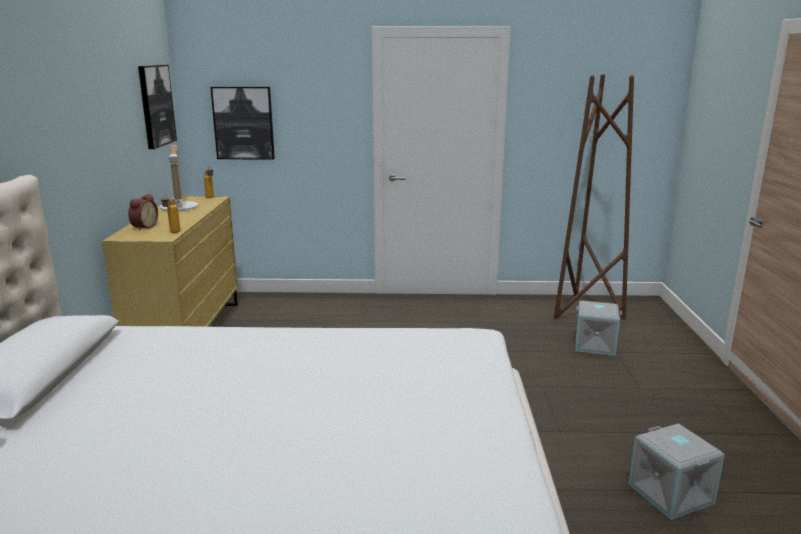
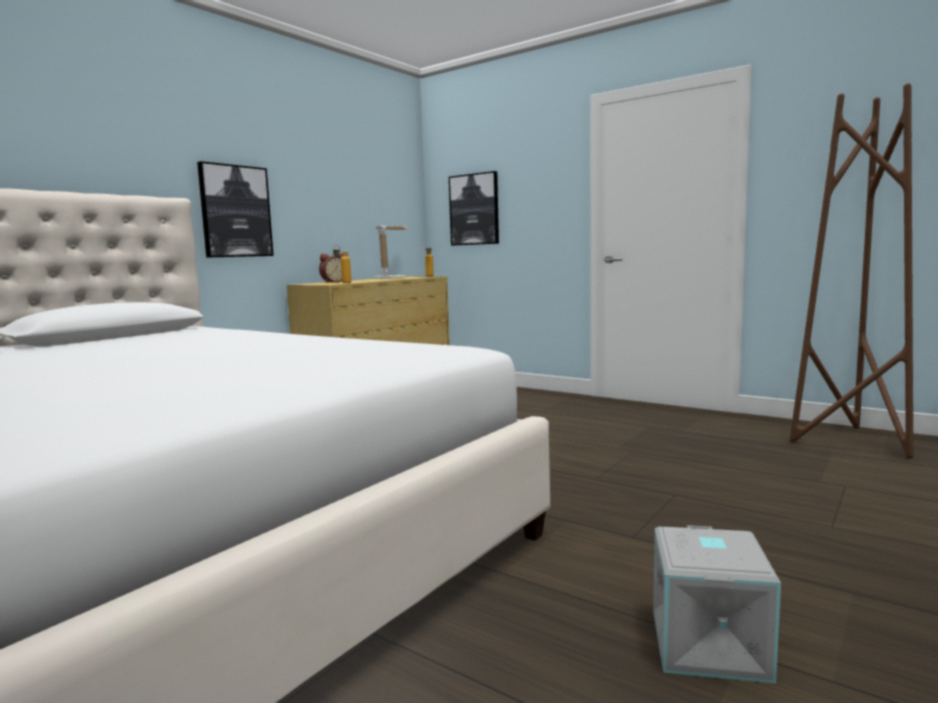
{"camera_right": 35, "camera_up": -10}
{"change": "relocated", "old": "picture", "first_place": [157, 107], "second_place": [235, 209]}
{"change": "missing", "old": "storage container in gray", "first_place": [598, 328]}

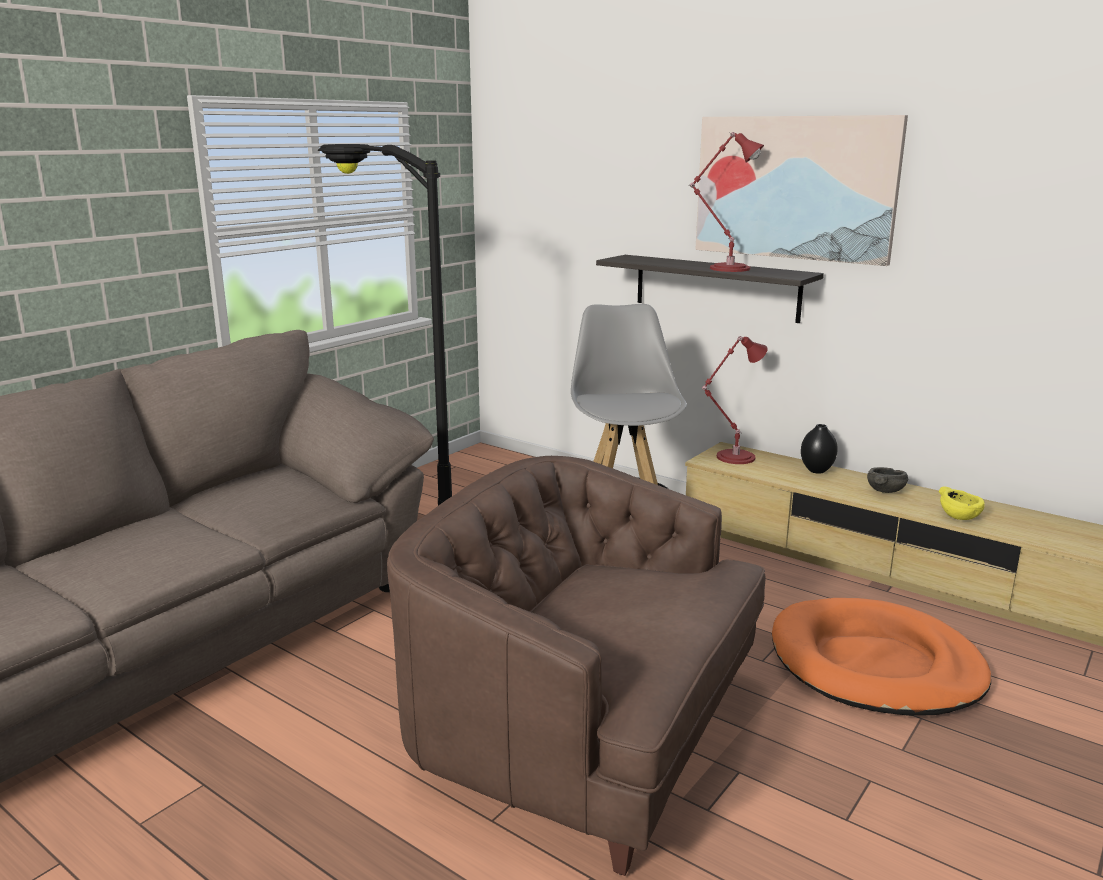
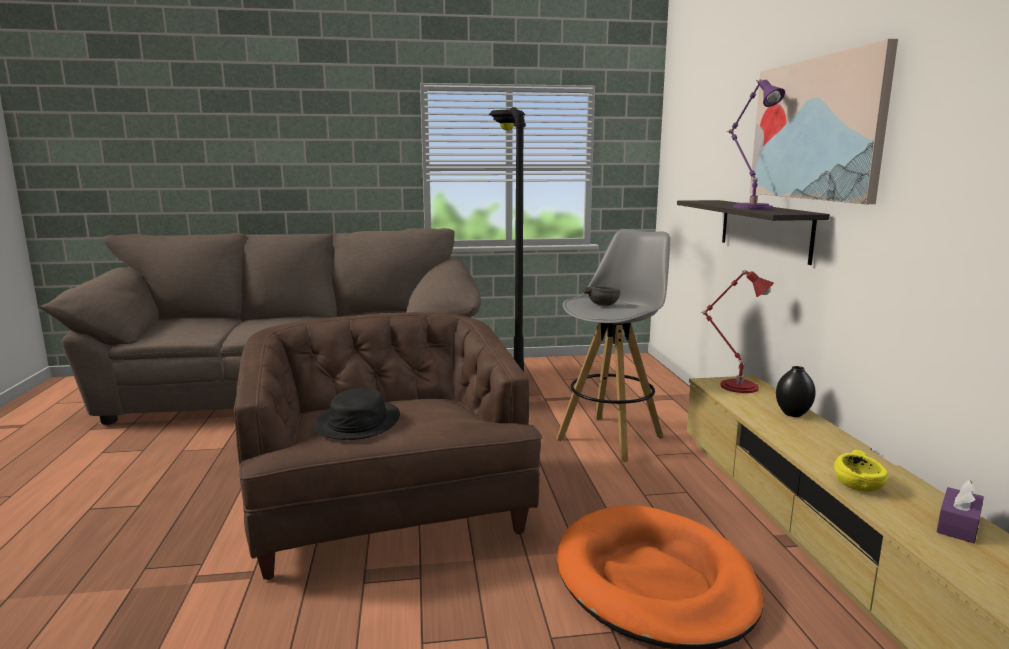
{"camera_right": 45, "camera_up": -5}
{"change": "colour", "old": "table lamp in reddish", "new": "table lamp in purple", "first_place": [727, 202], "second_place": [756, 144]}
{"change": "relocated", "old": "bowl in gray", "first_place": [887, 480], "second_place": [601, 296]}
{"change": "appeared", "new": "hat in blackish", "second_place": [357, 414]}
{"change": "appeared", "new": "box of tissues in purple", "second_place": [960, 511]}

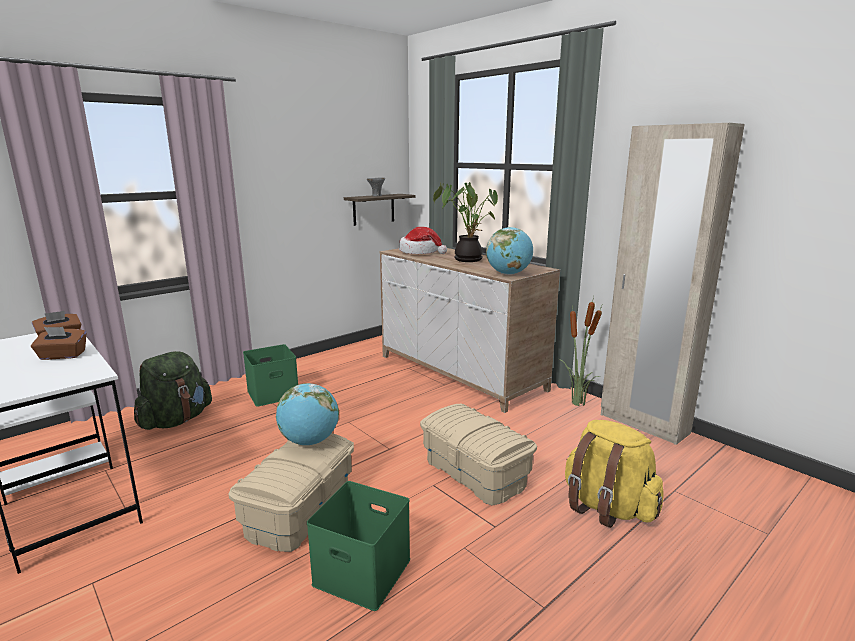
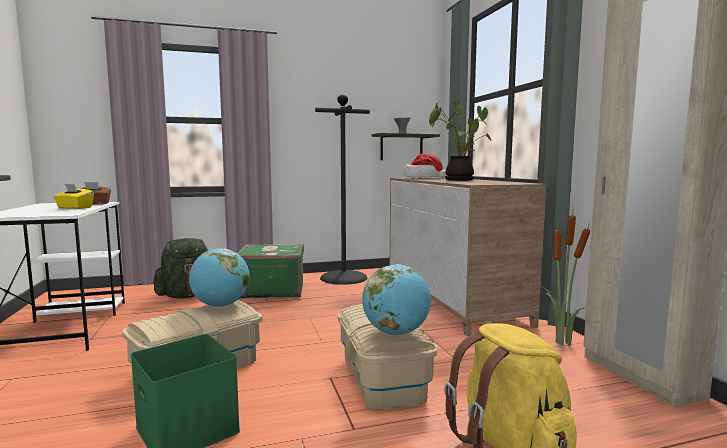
{"camera_right": 25, "camera_up": -10}
{"change": "colour", "old": "box of tissues in brown-coloured", "new": "box of tissues in yellow", "first_place": [58, 343], "second_place": [73, 196]}
{"change": "exchanged", "old": "storage container in green", "new": "piece of luggage in green", "first_place": [270, 375], "second_place": [270, 271]}
{"change": "relocated", "old": "globe", "first_place": [509, 251], "second_place": [396, 299]}
{"change": "appeared", "new": "garment stand in blackish", "second_place": [342, 190]}

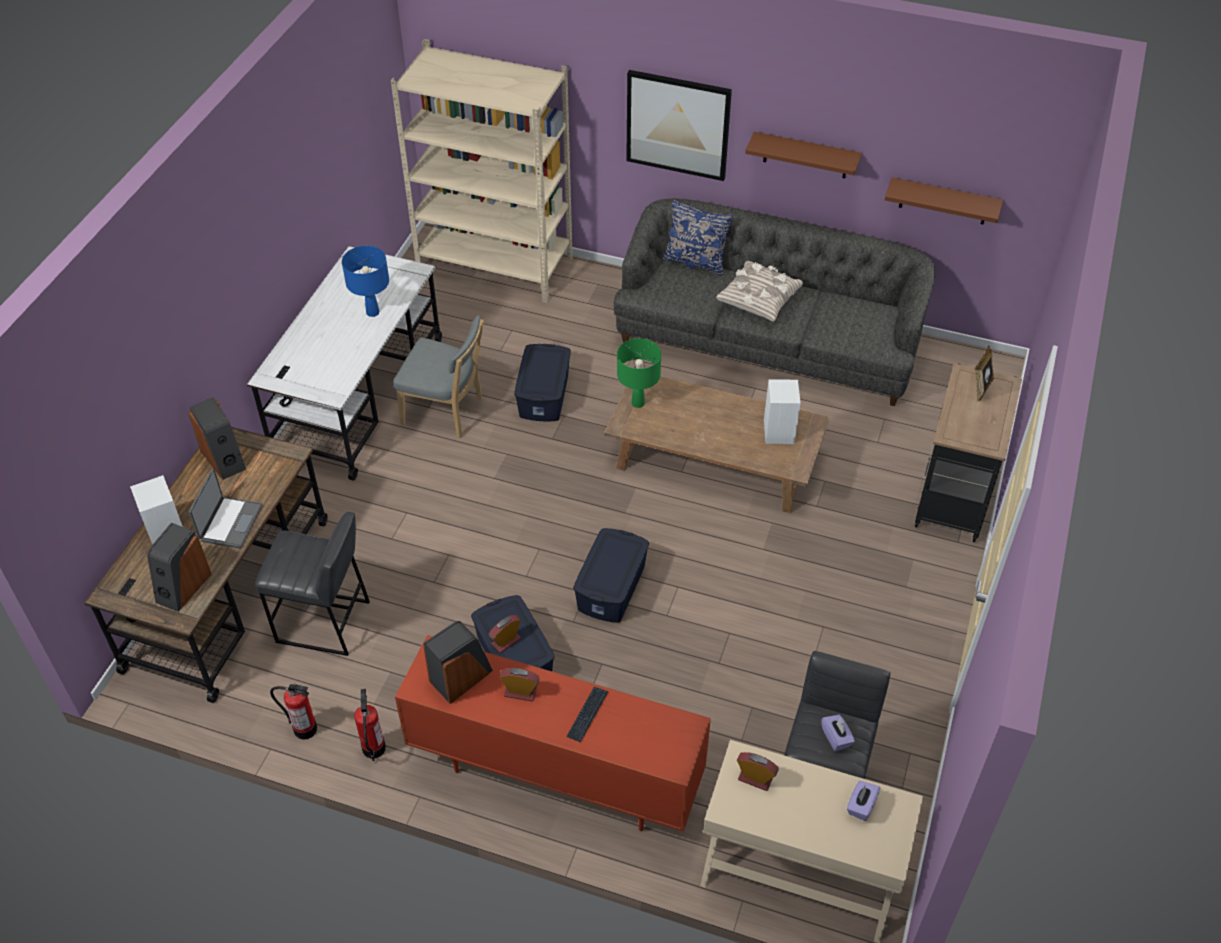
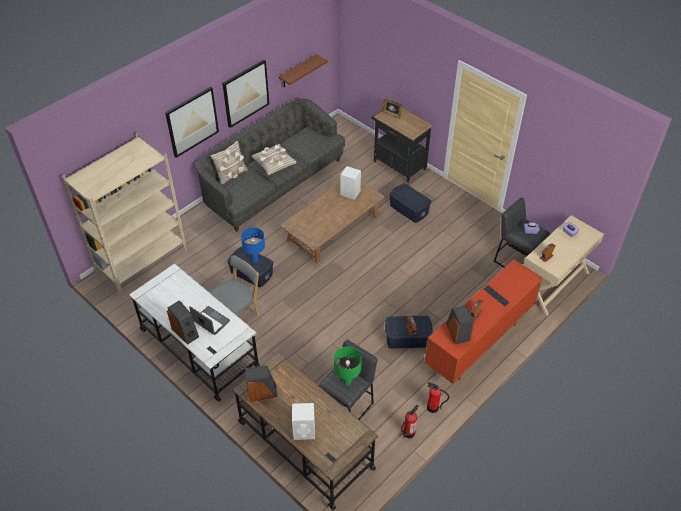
{"camera_right": -65, "camera_up": 0}
{"change": "relocated", "old": "audio speaker", "first_place": [179, 567], "second_place": [183, 322]}
{"change": "relocated", "old": "portable computer", "first_place": [225, 508], "second_place": [209, 320]}
{"change": "relocated", "old": "table lamp in blue", "first_place": [365, 281], "second_place": [253, 245]}
{"change": "relocated", "old": "storage container in blue", "first_place": [611, 575], "second_place": [410, 203]}
{"change": "relocated", "old": "table lamp in green", "first_place": [639, 373], "second_place": [348, 366]}
{"change": "colour", "old": "pillow in blue", "new": "pillow in sand-coloured", "first_place": [698, 238], "second_place": [229, 162]}
{"change": "exchanged", "old": "shelf in brown-coloured", "new": "picture", "first_place": [803, 155], "second_place": [245, 94]}

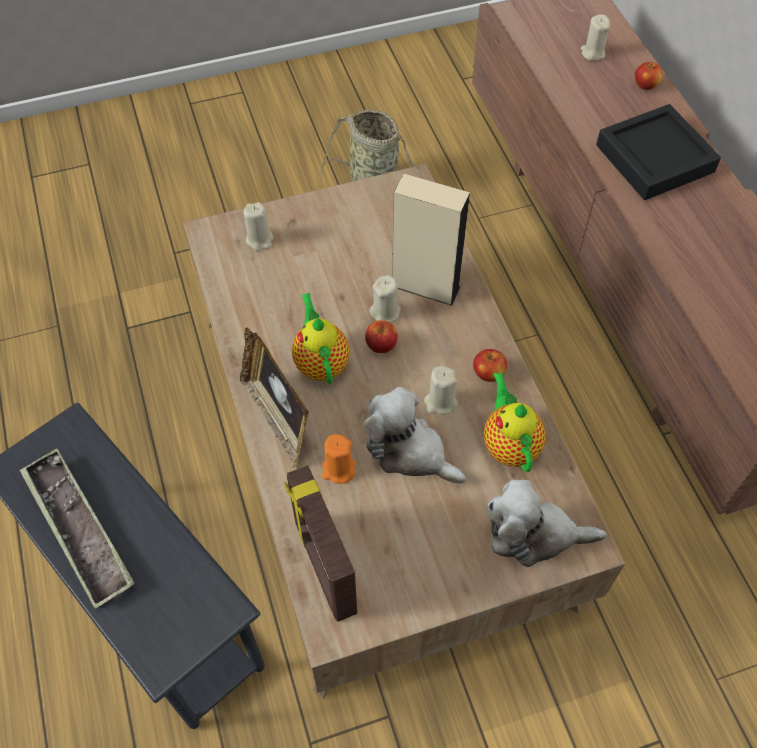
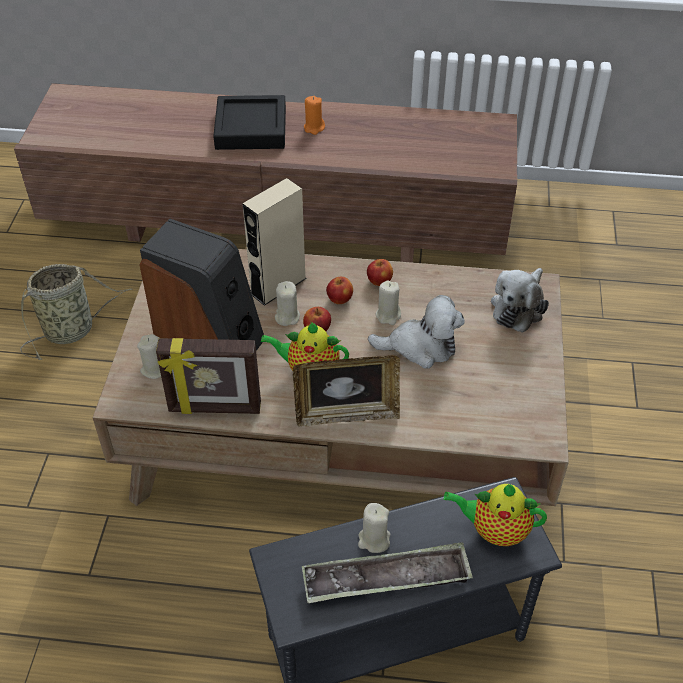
{"camera_right": -65, "camera_up": -10}
{"change": "relocated", "old": "picture frame", "first_place": [320, 543], "second_place": [208, 376]}
{"change": "relocated", "old": "candle in orange-coloured", "first_place": [339, 459], "second_place": [314, 115]}
{"change": "spun", "old": "plush toy", "first_place": [415, 435], "second_place": [416, 332], "degrees": -150}
{"change": "relocated", "old": "pot for tea", "first_place": [515, 422], "second_place": [495, 515]}
{"change": "relocated", "old": "candle in sand-coloured", "first_place": [595, 37], "second_place": [374, 528]}
{"change": "relocated", "old": "apple fruit", "first_place": [649, 76], "second_place": [339, 290]}
{"change": "appeared", "new": "audio speaker", "second_place": [202, 285]}

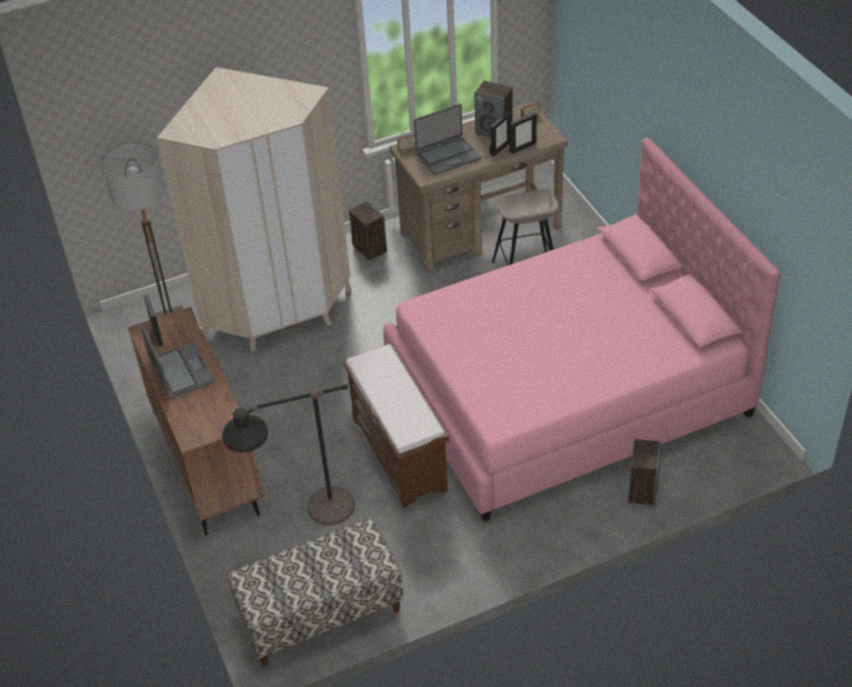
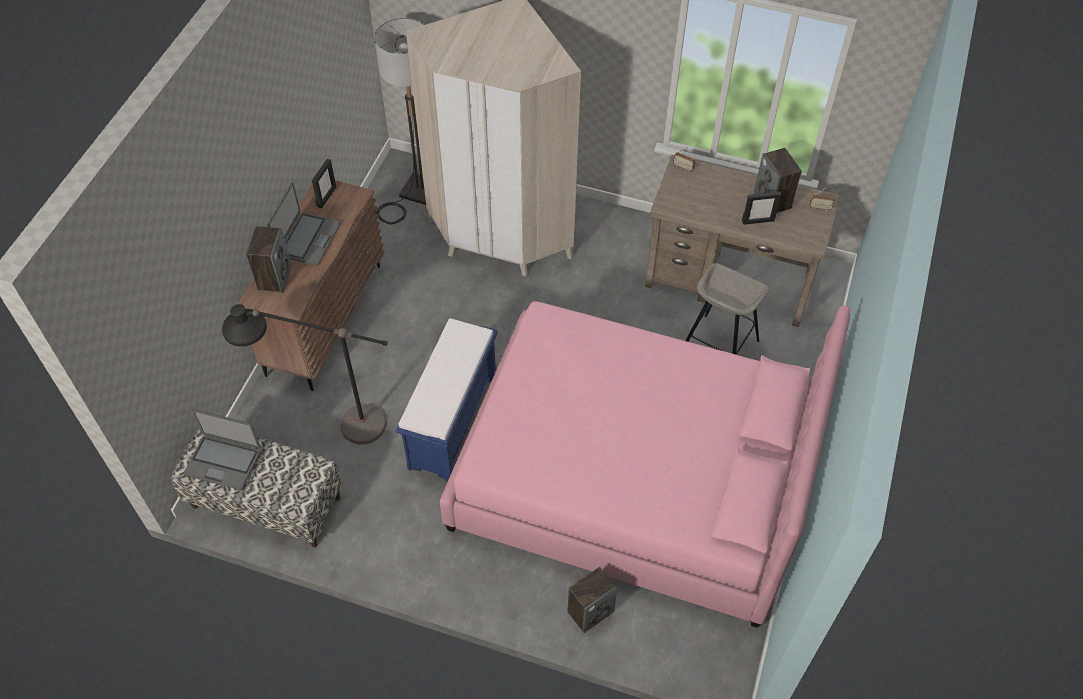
{"camera_right": 40, "camera_up": 10}
{"change": "colour", "old": "long seat in brown-coloured", "new": "long seat in blue", "first_place": [396, 425], "second_place": [446, 400]}
{"change": "relocated", "old": "audio speaker", "first_place": [368, 231], "second_place": [269, 259]}
{"change": "relocated", "old": "portable computer", "first_place": [447, 139], "second_place": [222, 449]}
{"change": "missing", "old": "picture frame", "first_place": [523, 133]}

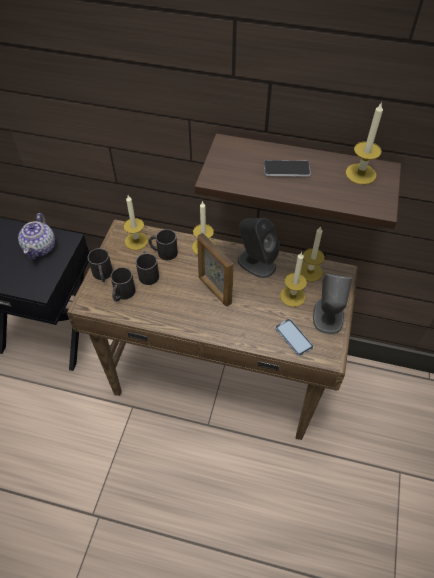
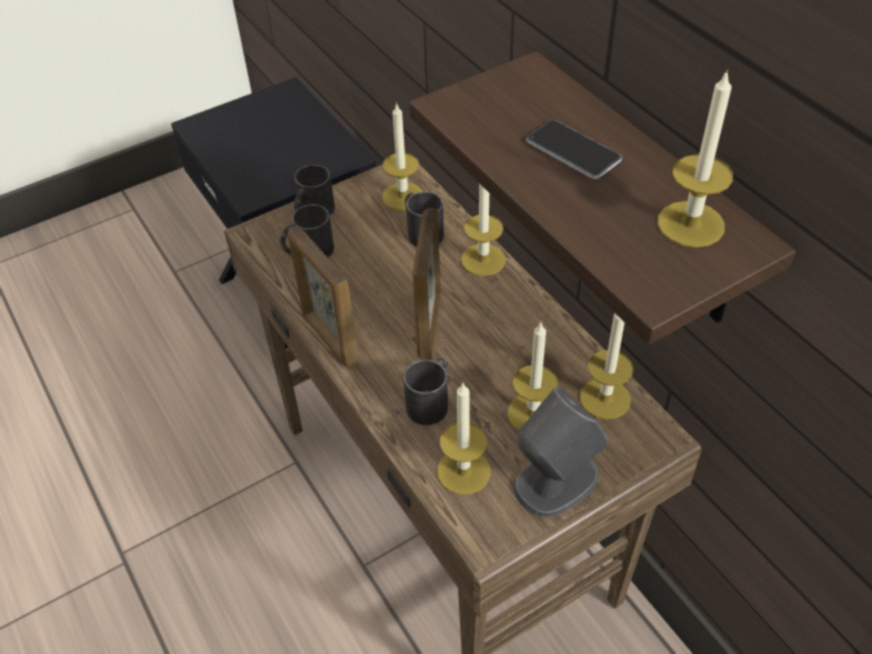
{"camera_right": 45, "camera_up": -5}
{"change": "missing", "old": "pot for tea", "first_place": [36, 236]}
{"change": "relocated", "old": "tea mug in blackish", "first_place": [147, 268], "second_place": [425, 391]}
{"change": "missing", "old": "audio speaker in gray", "first_place": [258, 248]}
{"change": "exchanged", "old": "phone", "new": "candle", "first_place": [294, 337], "second_place": [464, 439]}
{"change": "appeared", "new": "picture frame", "second_place": [323, 297]}

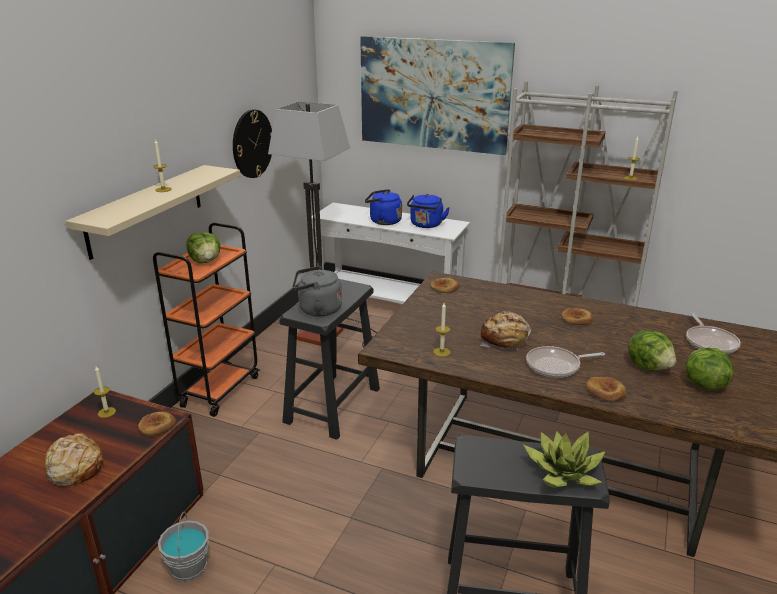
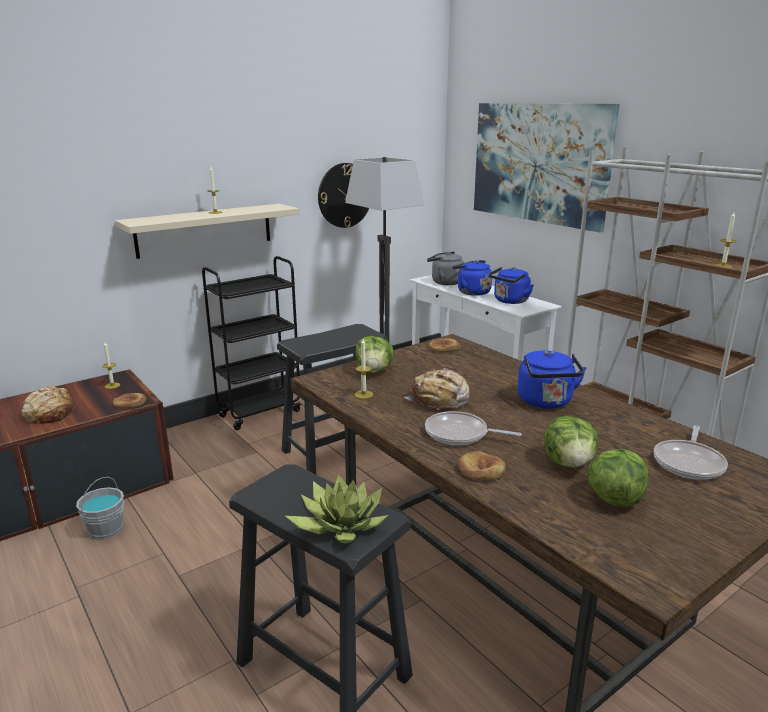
{"camera_right": 30, "camera_up": -5}
{"change": "colour", "old": "trolley in orange-coloured", "new": "trolley in blackish", "first_place": [206, 320], "second_place": [253, 343]}
{"change": "relocated", "old": "lettuce", "first_place": [204, 247], "second_place": [375, 354]}
{"change": "relocated", "old": "water kettle in gray", "first_place": [317, 291], "second_place": [445, 268]}
{"change": "exchanged", "old": "bread", "new": "water kettle in blue", "first_place": [578, 316], "second_place": [552, 379]}

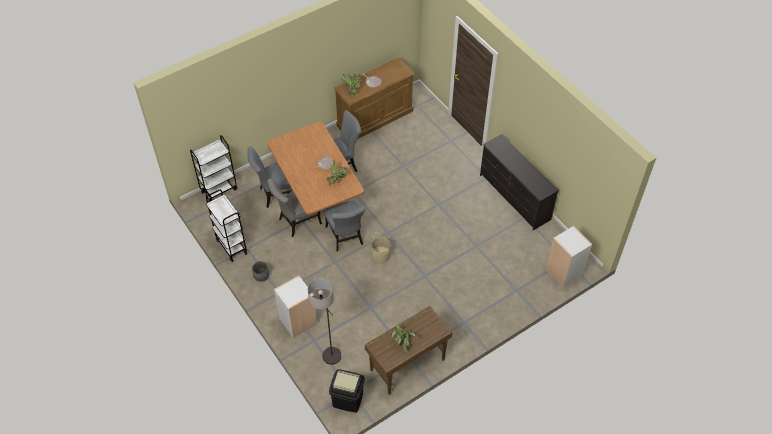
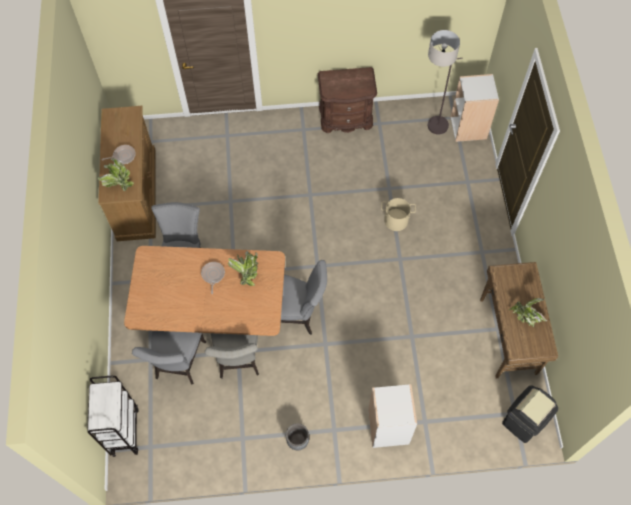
{"camera_right": -60, "camera_up": 10}
{"change": "missing", "old": "trolley in whitish", "first_place": [226, 225]}
{"change": "relocated", "old": "standard lamp in gray", "first_place": [324, 321], "second_place": [445, 82]}
{"change": "relocated", "old": "bucket in sand-coloured", "first_place": [380, 247], "second_place": [398, 214]}
{"change": "exchanged", "old": "chest of drawers in blackish", "new": "bedside table in brown-coloured", "first_place": [519, 182], "second_place": [347, 100]}

